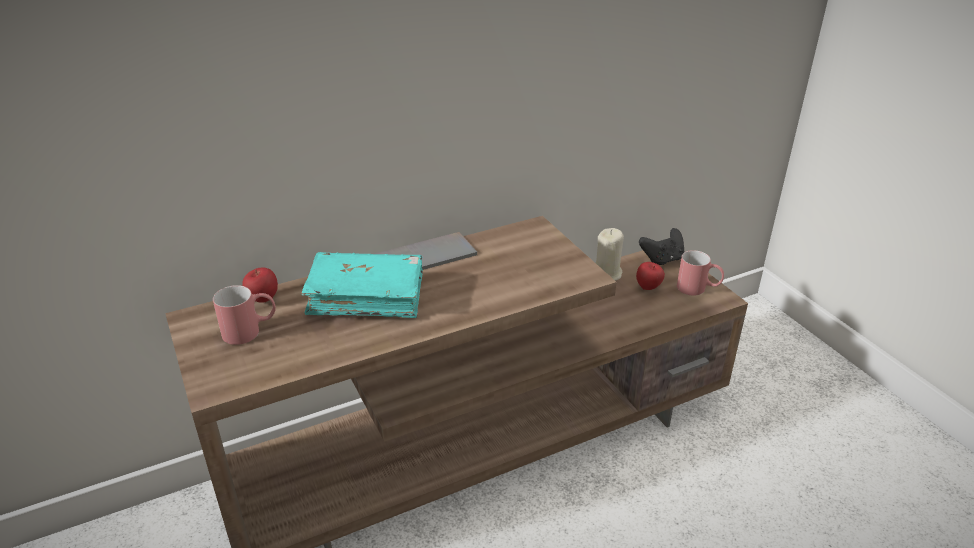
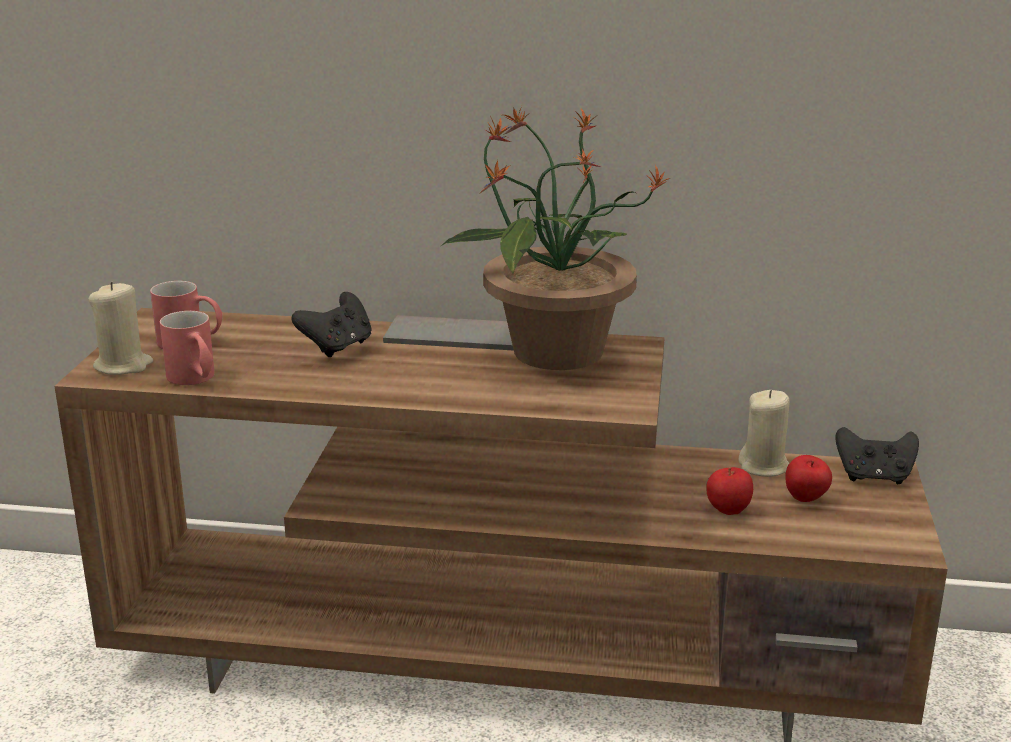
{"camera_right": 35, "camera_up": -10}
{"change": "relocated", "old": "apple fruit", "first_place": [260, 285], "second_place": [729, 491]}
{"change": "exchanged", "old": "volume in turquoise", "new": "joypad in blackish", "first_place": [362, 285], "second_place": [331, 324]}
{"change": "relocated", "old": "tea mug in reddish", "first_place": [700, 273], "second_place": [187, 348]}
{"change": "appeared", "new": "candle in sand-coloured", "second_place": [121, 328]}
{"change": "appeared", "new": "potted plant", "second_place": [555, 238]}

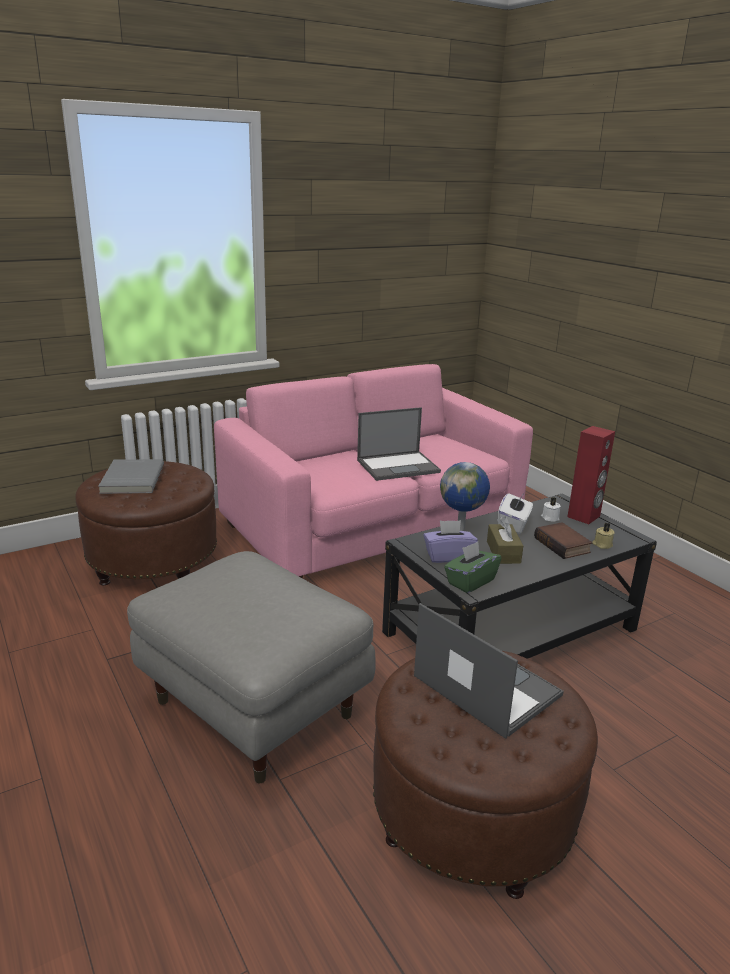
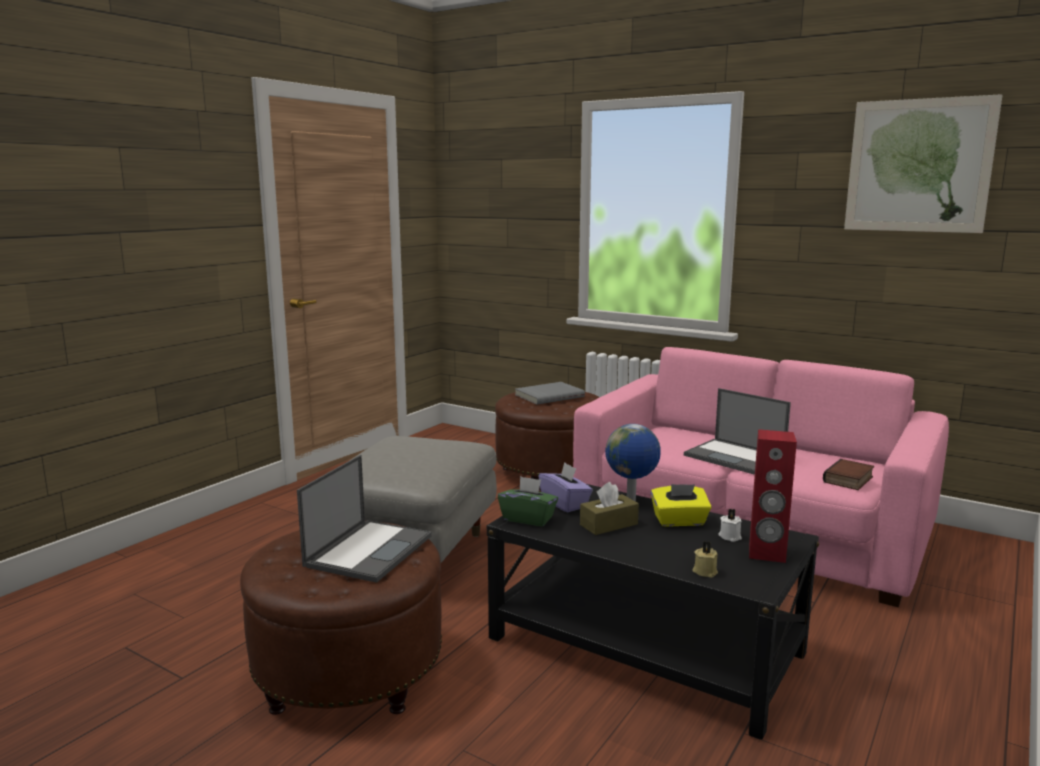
{"camera_right": 65, "camera_up": -10}
{"change": "colour", "old": "box of tissues in whitish", "new": "box of tissues in yellow", "first_place": [515, 513], "second_place": [681, 505]}
{"change": "relocated", "old": "volume", "first_place": [563, 540], "second_place": [848, 474]}
{"change": "appeared", "new": "picture", "second_place": [923, 163]}

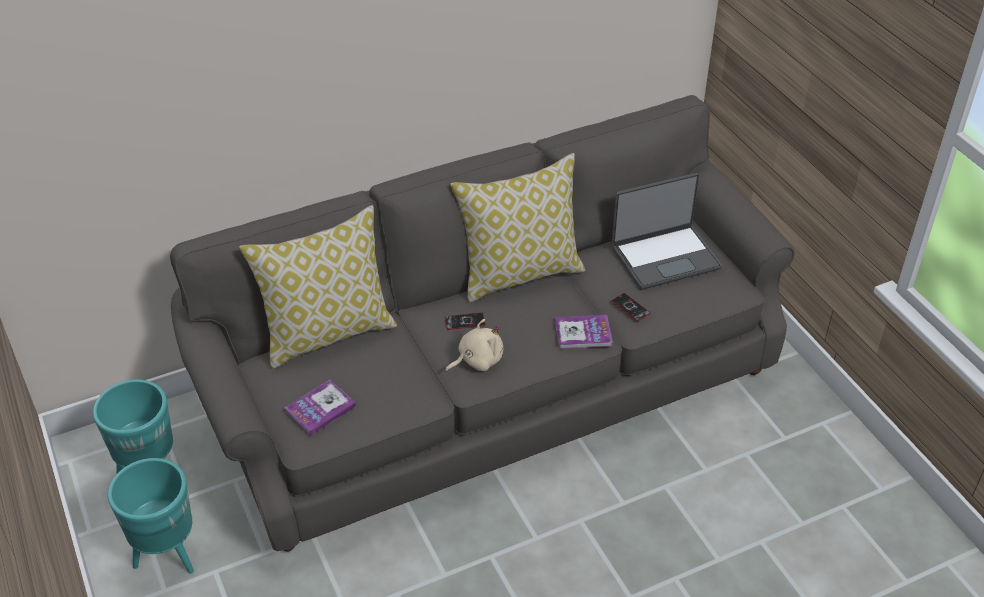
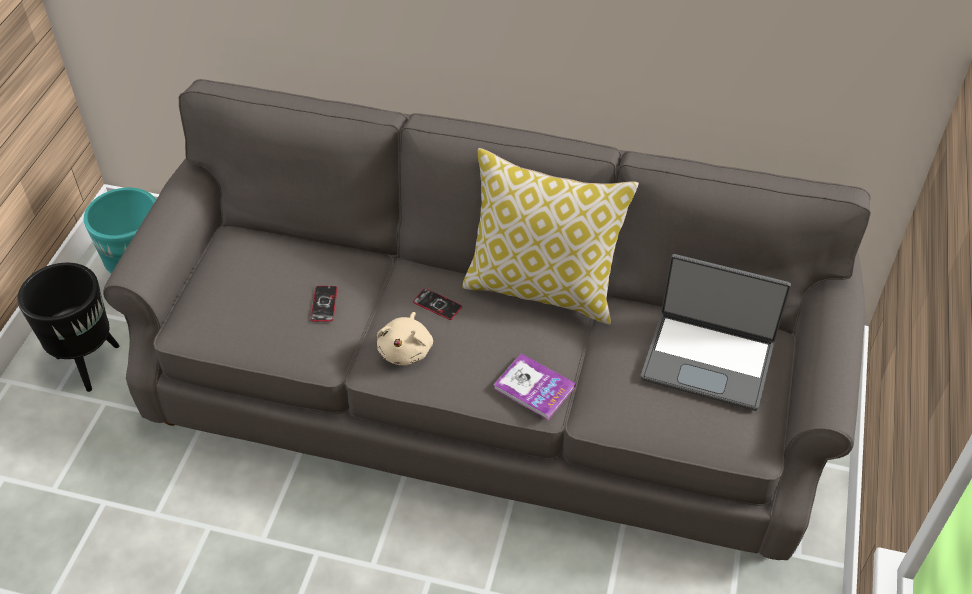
{"camera_right": 40, "camera_up": 5}
{"change": "colour", "old": "planter in turquoise", "new": "planter in blackish", "first_place": [151, 516], "second_place": [68, 327]}
{"change": "missing", "old": "pillow", "first_place": [318, 287]}
{"change": "missing", "old": "volume", "first_place": [320, 408]}
{"change": "spun", "old": "plush toy in sand-coloured", "first_place": [474, 345], "second_place": [405, 338], "degrees": 90}
{"change": "relocated", "old": "phone", "first_place": [630, 307], "second_place": [324, 304]}

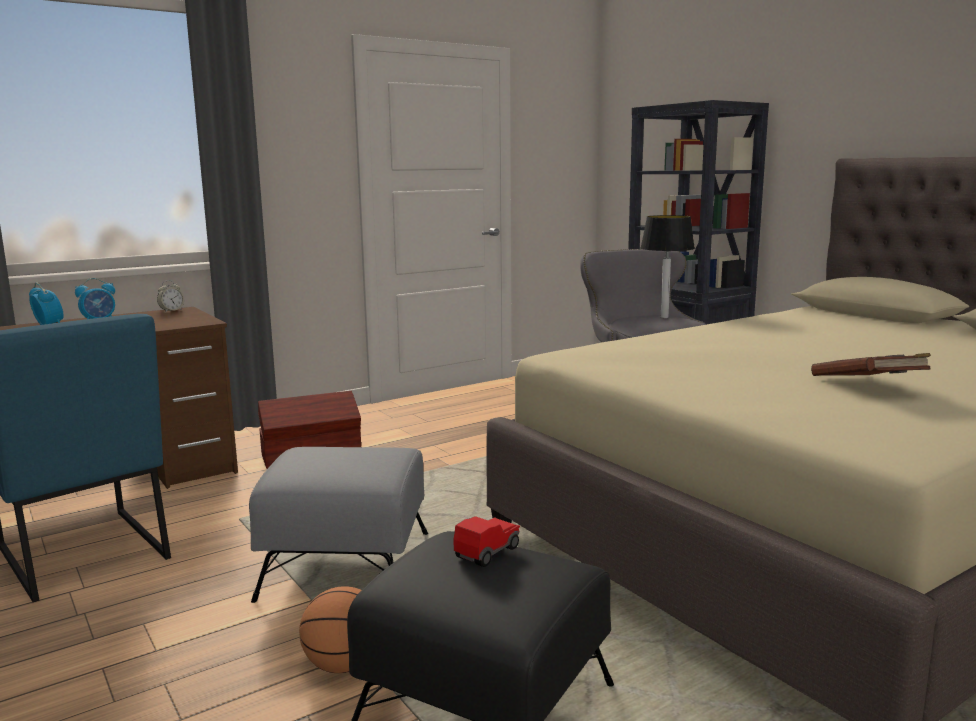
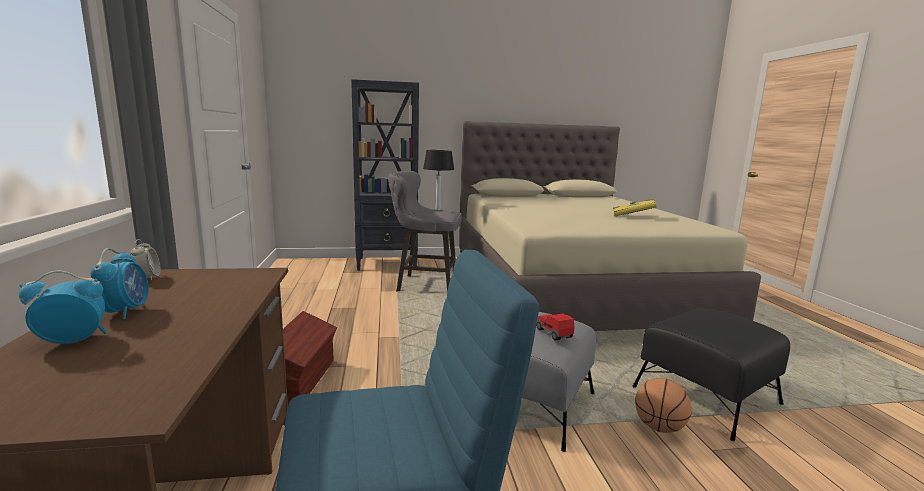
{"camera_right": -65, "camera_up": 0}
{"change": "relocated", "old": "toy car", "first_place": [486, 541], "second_place": [555, 327]}
{"change": "colour", "old": "volume in brown-coloured", "new": "volume in yellow", "first_place": [871, 364], "second_place": [635, 207]}

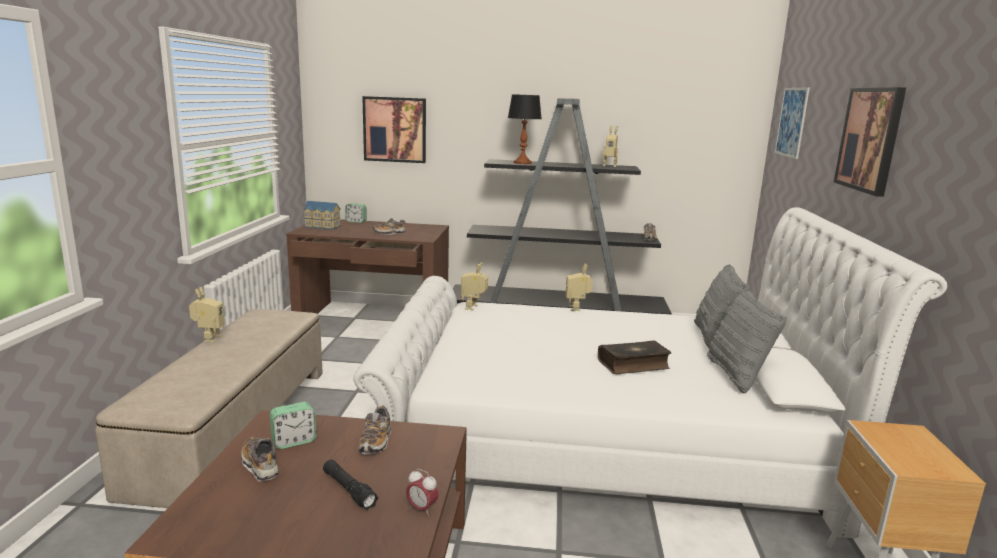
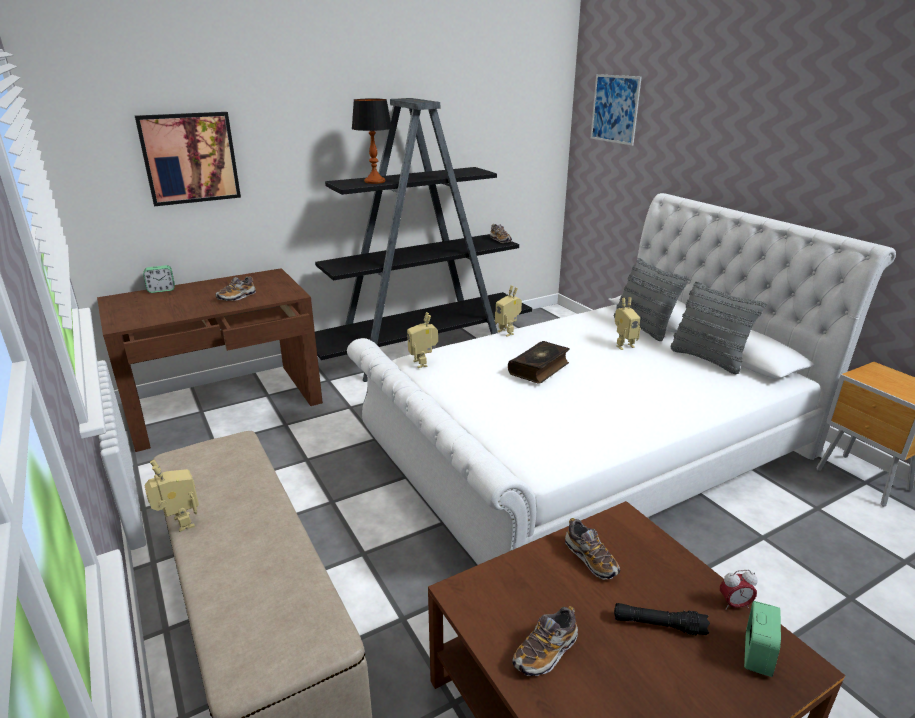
{"camera_right": -35, "camera_up": 10}
{"change": "spun", "old": "low shoe", "first_place": [260, 459], "second_place": [545, 641], "degrees": -60}
{"change": "relocated", "old": "alarm clock", "first_place": [293, 425], "second_place": [762, 639]}
{"change": "missing", "old": "model house", "first_place": [322, 215]}
{"change": "relocated", "old": "volume", "first_place": [635, 357], "second_place": [539, 362]}
{"change": "relocated", "old": "toy robot", "first_place": [610, 146], "second_place": [627, 323]}
{"change": "missing", "old": "picture", "first_place": [870, 142]}

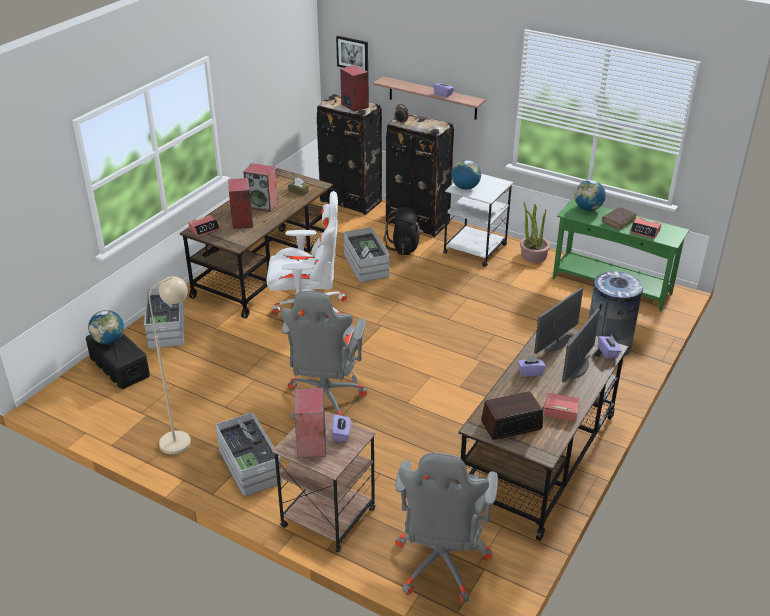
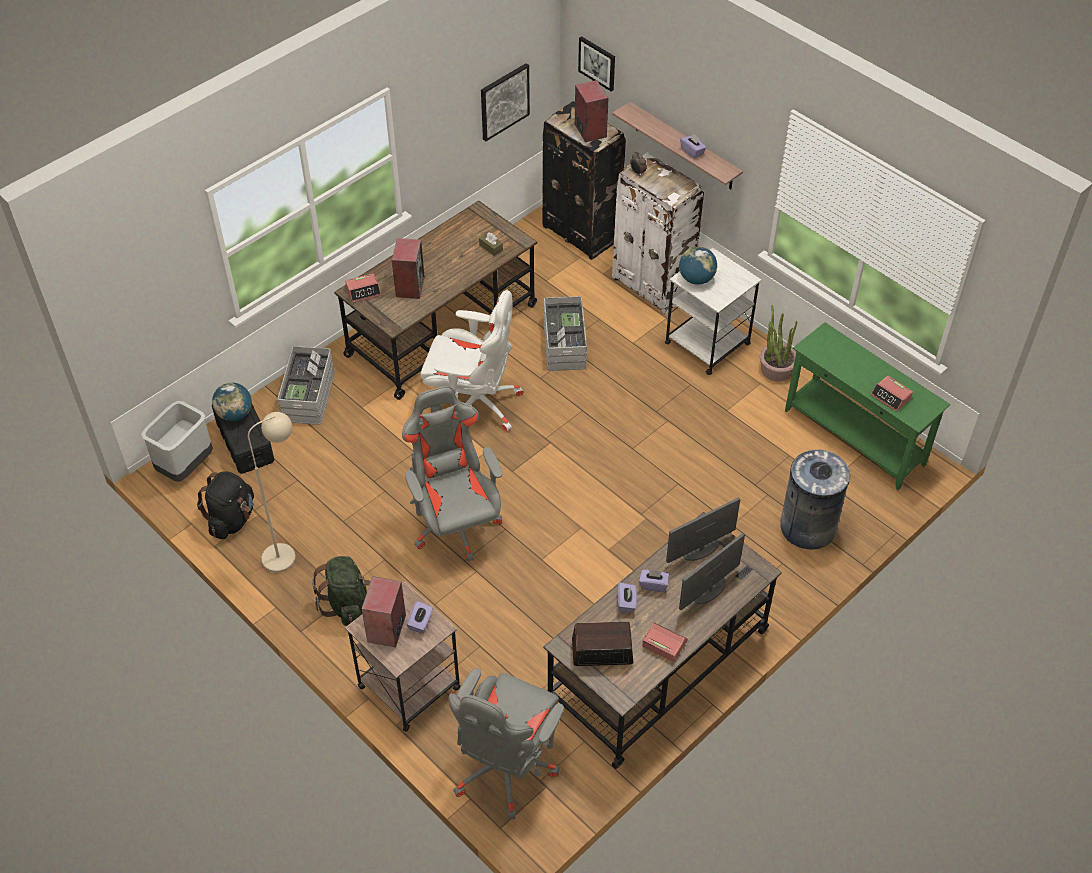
{"camera_right": 15, "camera_up": 15}
{"change": "exchanged", "old": "storage container in gray", "new": "backpack in green", "first_place": [249, 454], "second_place": [341, 591]}
{"change": "missing", "old": "audio speaker", "first_place": [260, 187]}
{"change": "spun", "old": "desk chair in gray", "first_place": [324, 356], "second_place": [452, 474], "degrees": 135}
{"change": "relocated", "old": "backpack in blackish", "first_place": [403, 231], "second_place": [225, 505]}
{"change": "colour", "old": "cabinet in blackish", "new": "cabinet in whitish", "first_place": [420, 175], "second_place": [658, 233]}
{"change": "missing", "old": "globe", "first_place": [590, 195]}
{"change": "relocated", "old": "box of tissues in purple", "first_place": [609, 346], "second_place": [627, 598]}
{"change": "missing", "old": "volume in brown-coloured", "first_place": [619, 218]}
{"change": "appeared", "new": "rubbish bin in gray", "second_place": [177, 441]}
{"change": "appeared", "new": "picture", "second_place": [505, 102]}

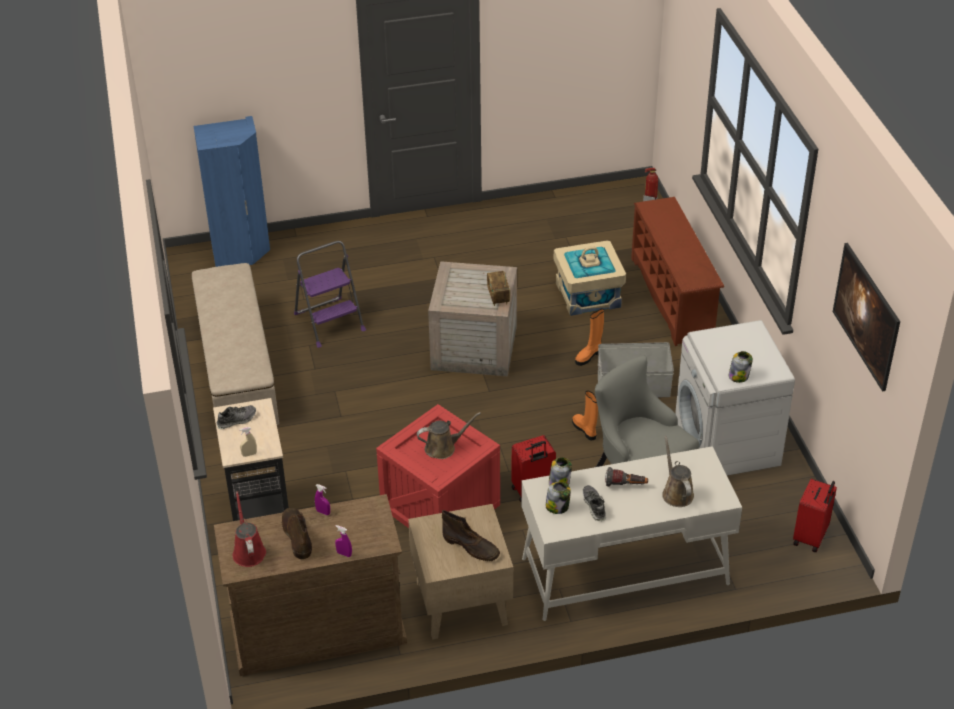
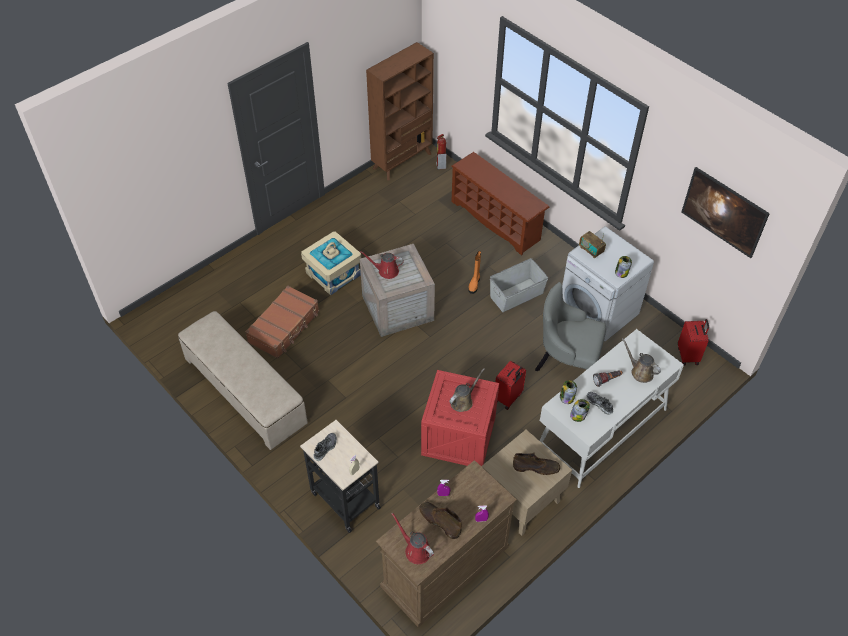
{"camera_right": -30, "camera_up": 10}
{"change": "missing", "old": "cabinet in blue", "first_place": [231, 191]}
{"change": "exchanged", "old": "stepladder in purple", "new": "piece of luggage in brown-coloured", "first_place": [330, 294], "second_place": [282, 322]}
{"change": "relocated", "old": "radio receiver", "first_place": [498, 288], "second_place": [592, 245]}
{"change": "relocated", "old": "storage container in sand-coloured", "first_place": [589, 278], "second_place": [331, 263]}
{"change": "missing", "old": "tall boot in orange-coloured", "first_place": [585, 415]}
{"change": "appeared", "new": "watering pot in reddish", "second_place": [381, 265]}
{"change": "appeared", "new": "bookcase in brown-coloured", "second_place": [400, 111]}

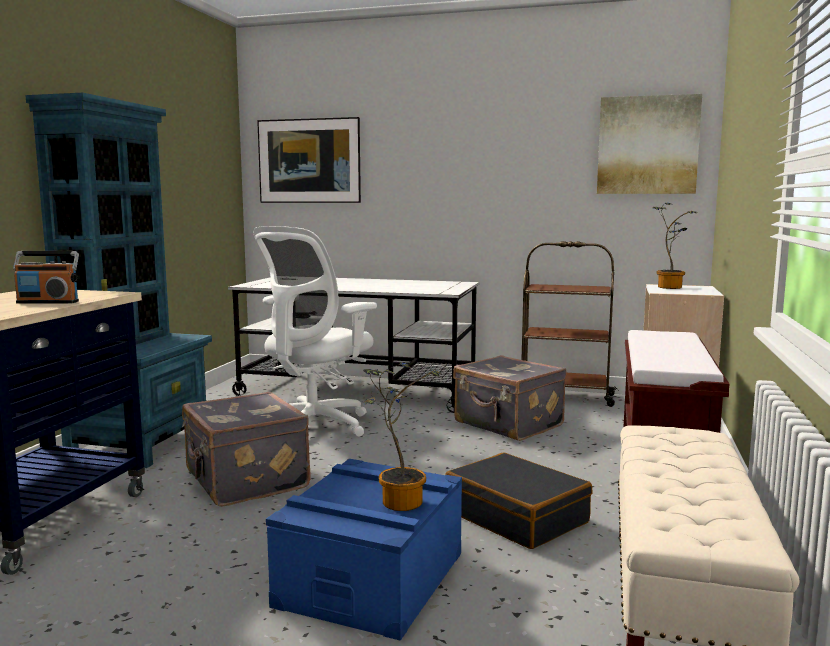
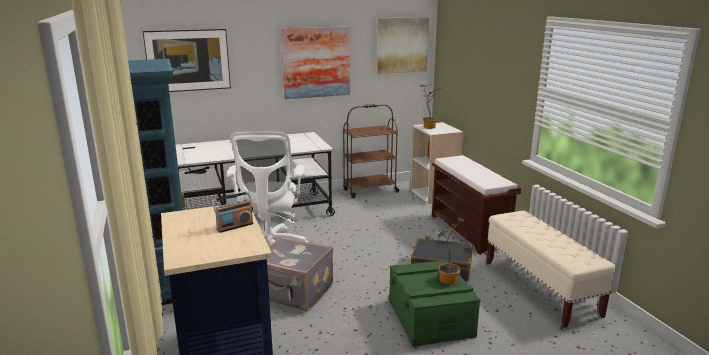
{"camera_right": -35, "camera_up": 10}
{"change": "colour", "old": "storage container in blue", "new": "storage container in green", "first_place": [364, 550], "second_place": [435, 303]}
{"change": "missing", "old": "piece of luggage in gray", "first_place": [509, 398]}
{"change": "appeared", "new": "picture", "second_place": [315, 62]}

